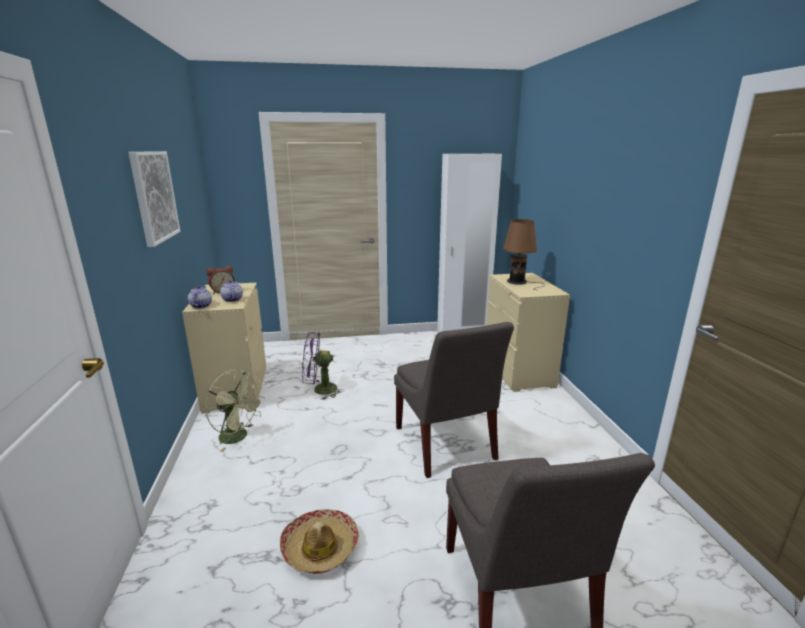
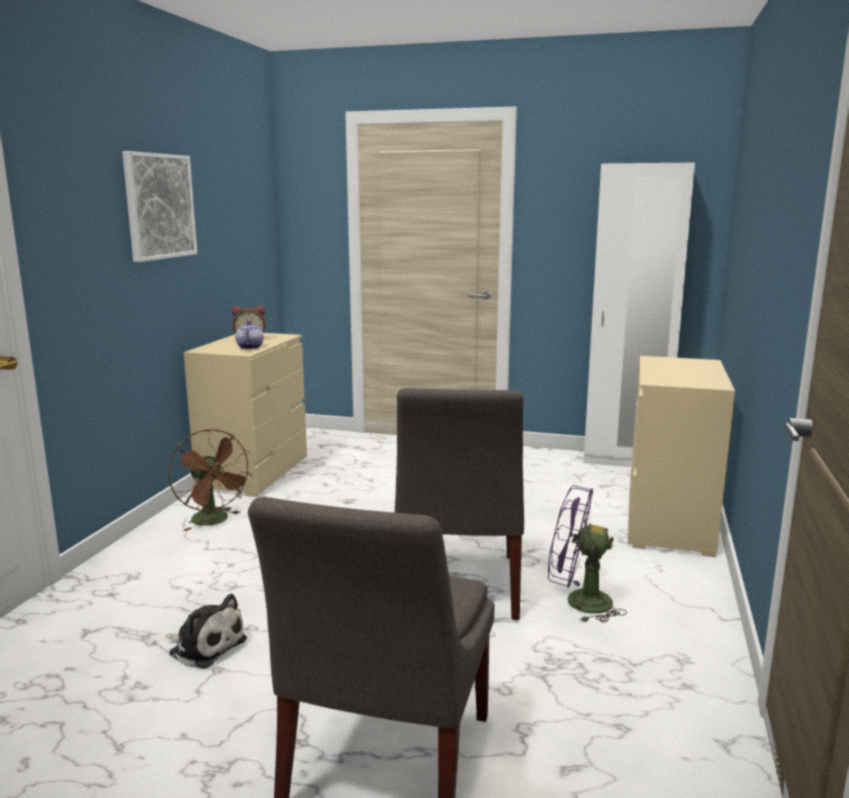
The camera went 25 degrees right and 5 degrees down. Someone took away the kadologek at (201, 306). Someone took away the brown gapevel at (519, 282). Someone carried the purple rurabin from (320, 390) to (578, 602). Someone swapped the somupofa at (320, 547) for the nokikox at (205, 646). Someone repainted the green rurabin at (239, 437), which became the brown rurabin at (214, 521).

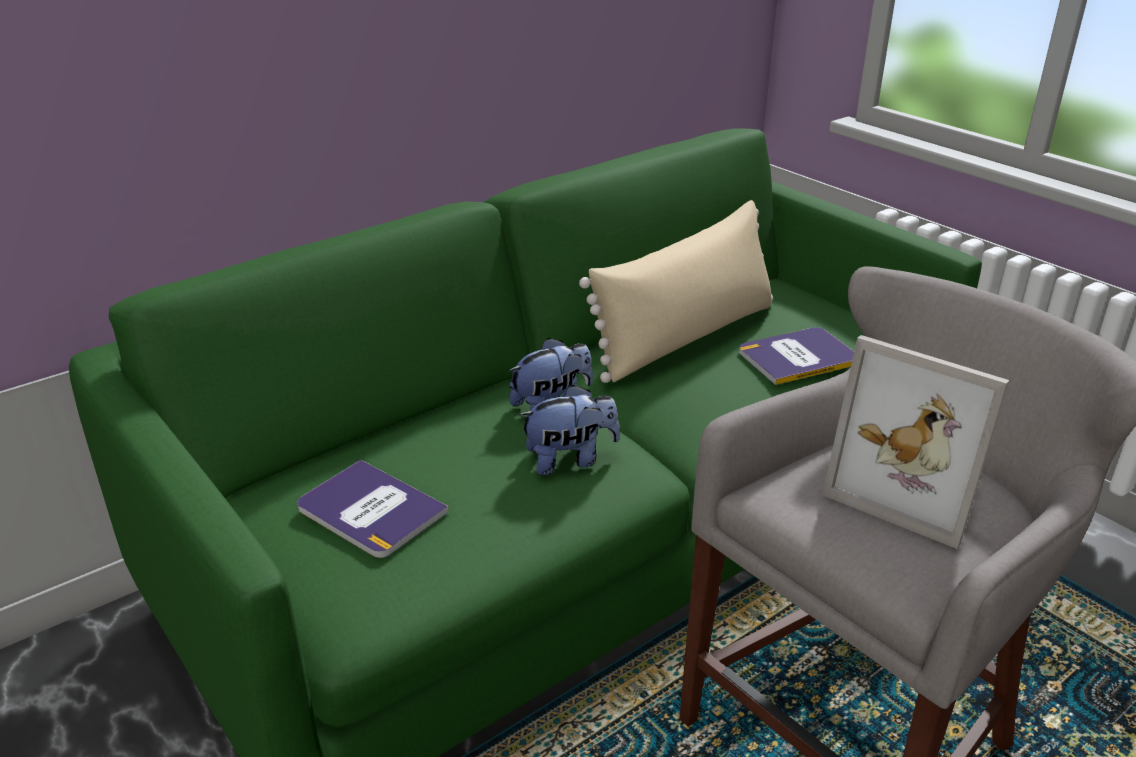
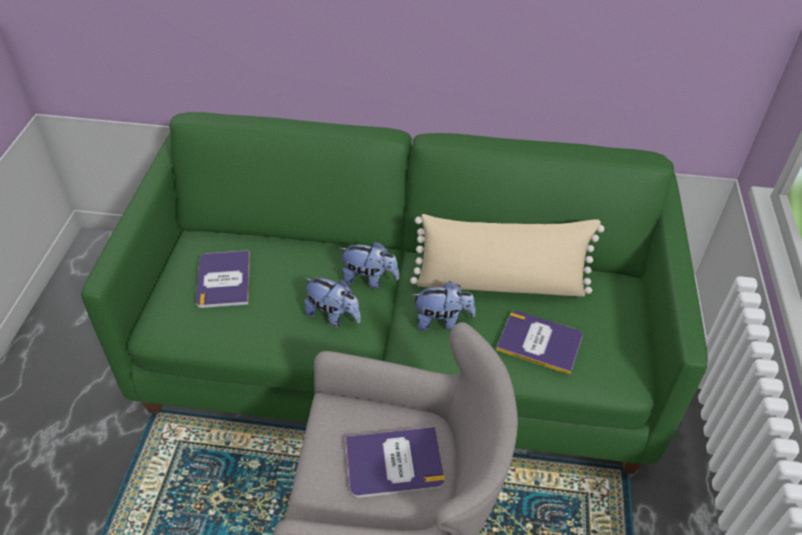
The camera went 45 degrees right and 15 degrees up. Someone put down the nokikox at (442, 321). Someone swapped the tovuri at (912, 488) for the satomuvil at (394, 463).

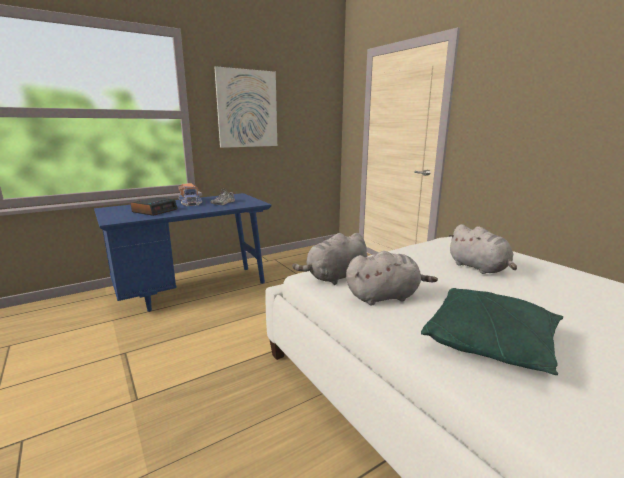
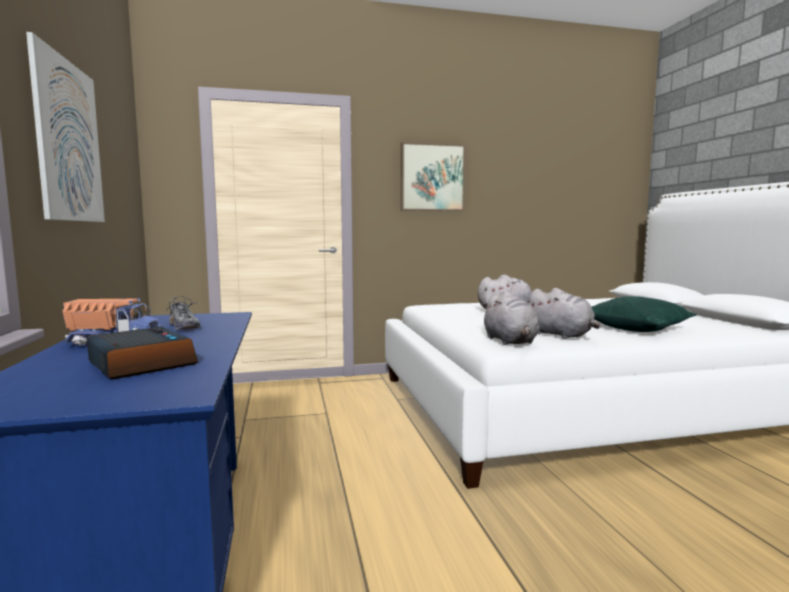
The camera went 70 degrees left and 10 degrees down. Someone put up the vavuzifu at (432, 177). Someone rotated the grey nokikox at (385, 297) by 135 degrees clockwise.

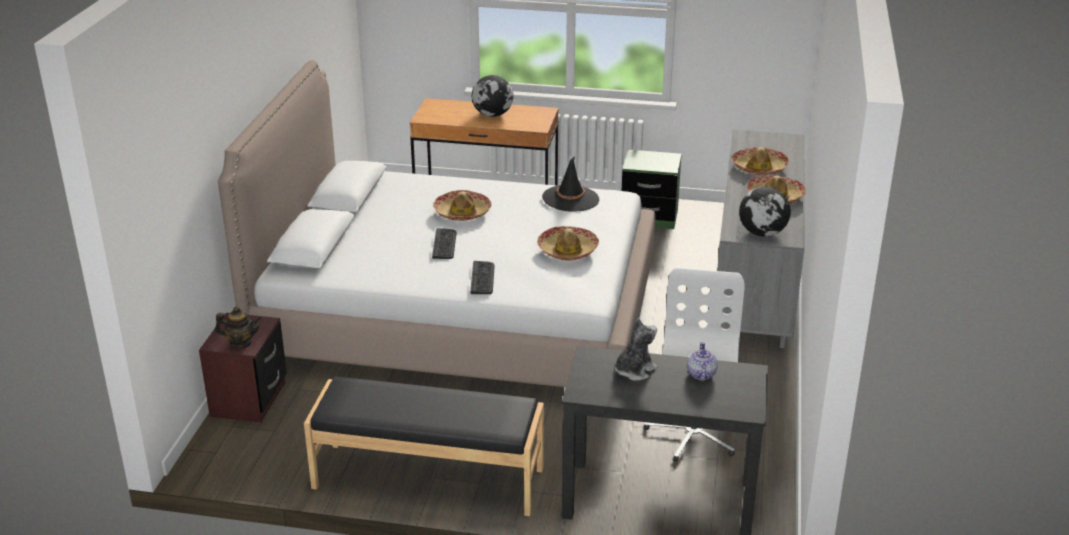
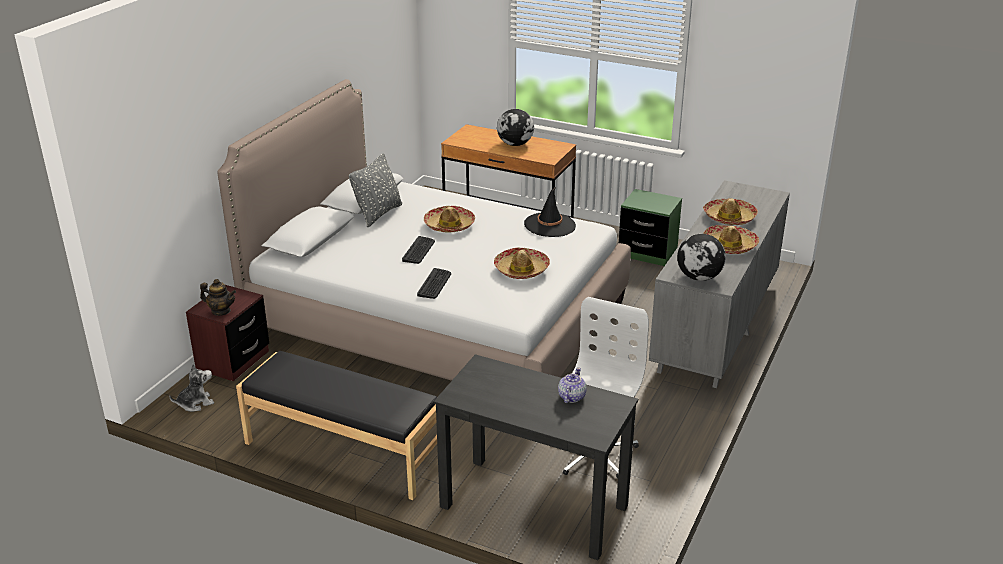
The camera went 15 degrees right and 0 degrees up. Someone put down the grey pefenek at (378, 214). Someone carried the nokikox from (634, 370) to (195, 403).

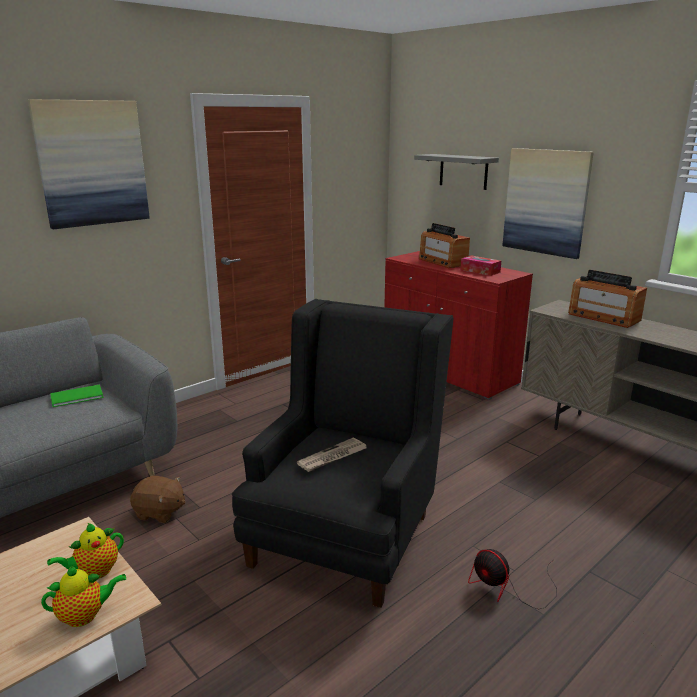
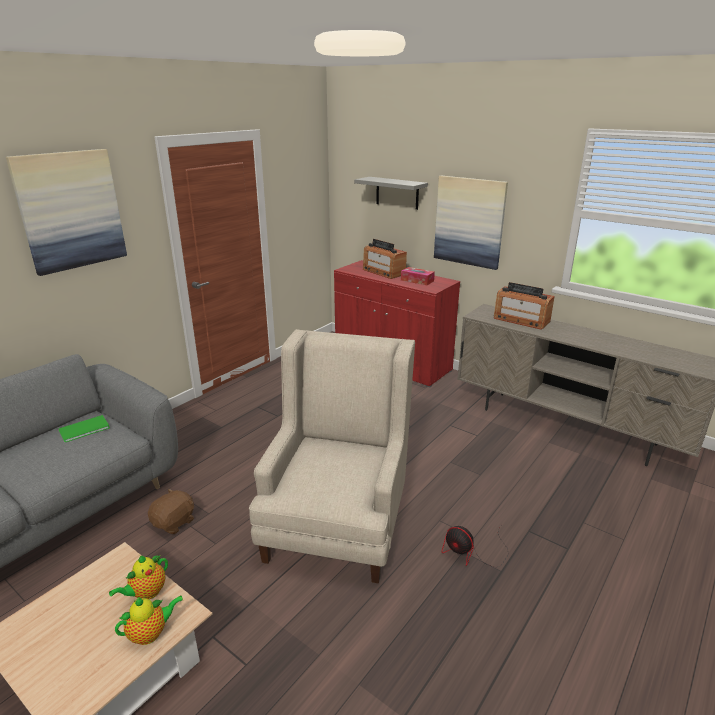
The camera went 10 degrees left and 5 degrees up. Someone took away the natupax at (332, 457). Someone repainted the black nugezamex at (347, 529), which became the beige nugezamex at (338, 519). Someone rotated the brown nokikox at (160, 512) by 60 degrees counterclockwise.

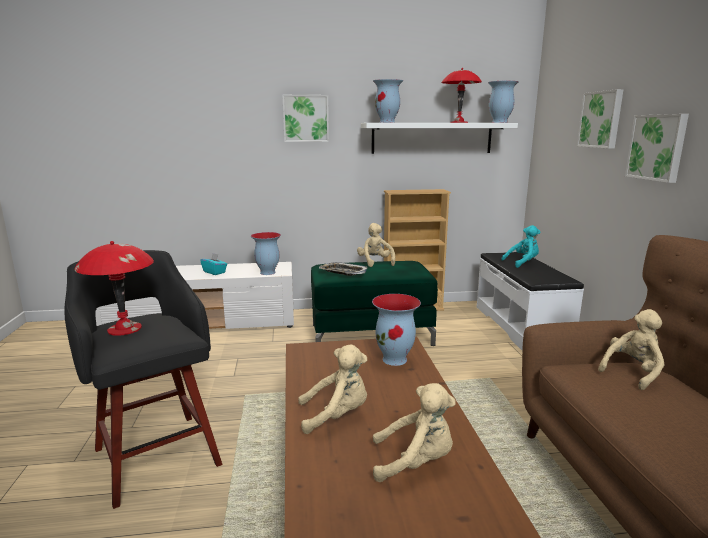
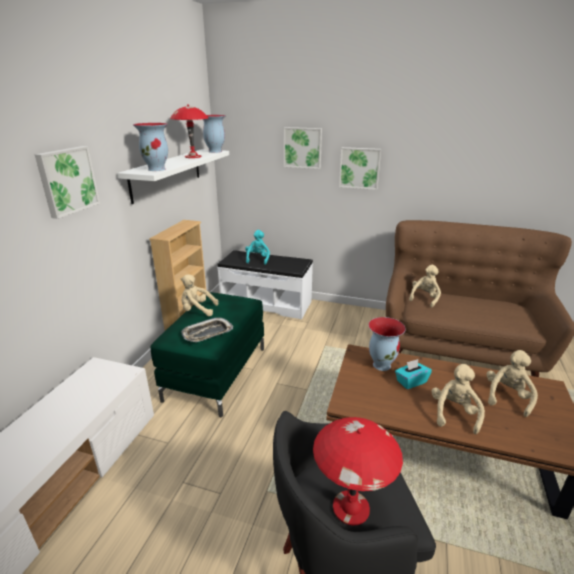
The camera went 65 degrees left and 10 degrees up. Someone took away the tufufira at (267, 272). Someone carried the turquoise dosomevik from (214, 272) to (411, 381). Someone rotated the beige nokikox at (632, 372) by 45 degrees clockwise.

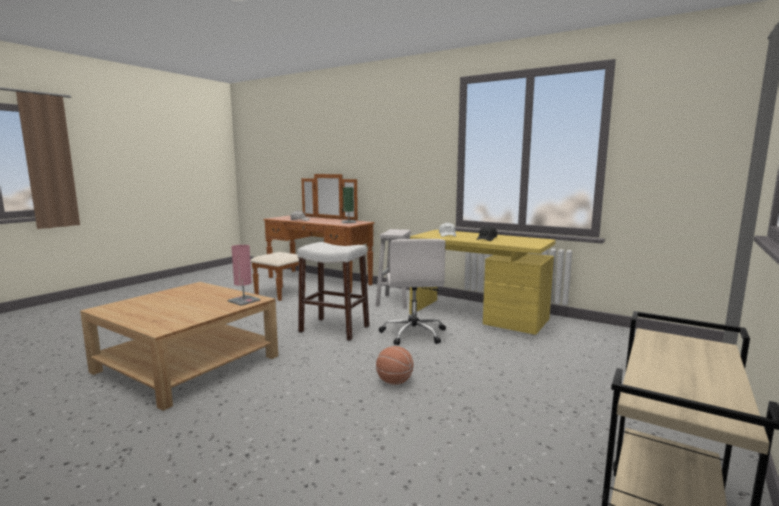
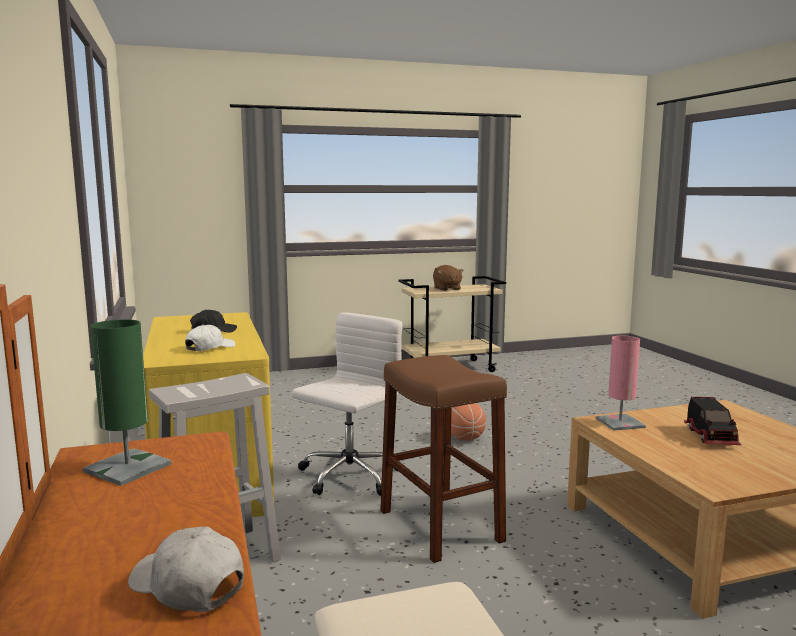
The camera went 140 degrees left and 0 degrees up. Someone put down the brown nokikox at (446, 289). Someone put down the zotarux at (711, 437). Someone repainted the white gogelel at (334, 329), which became the brown gogelel at (440, 525).

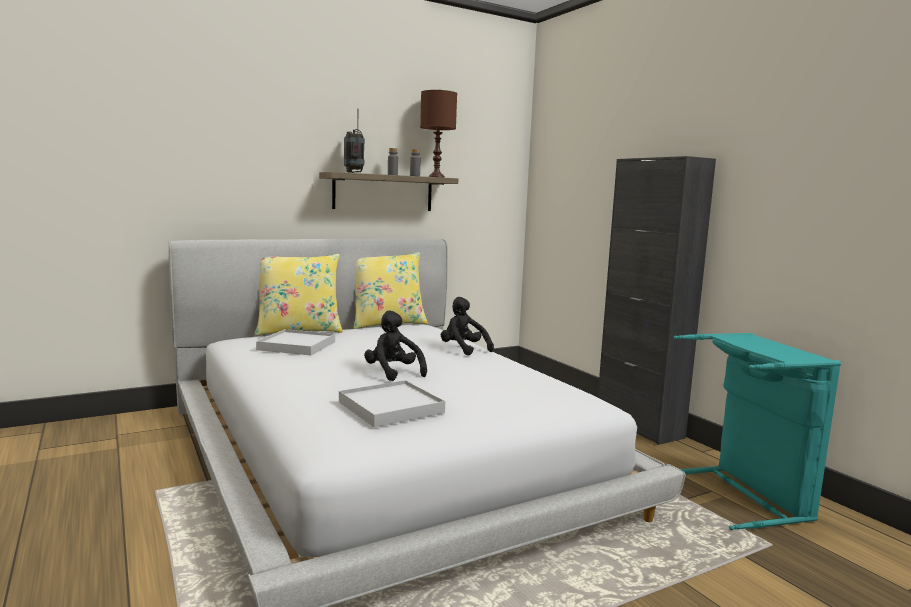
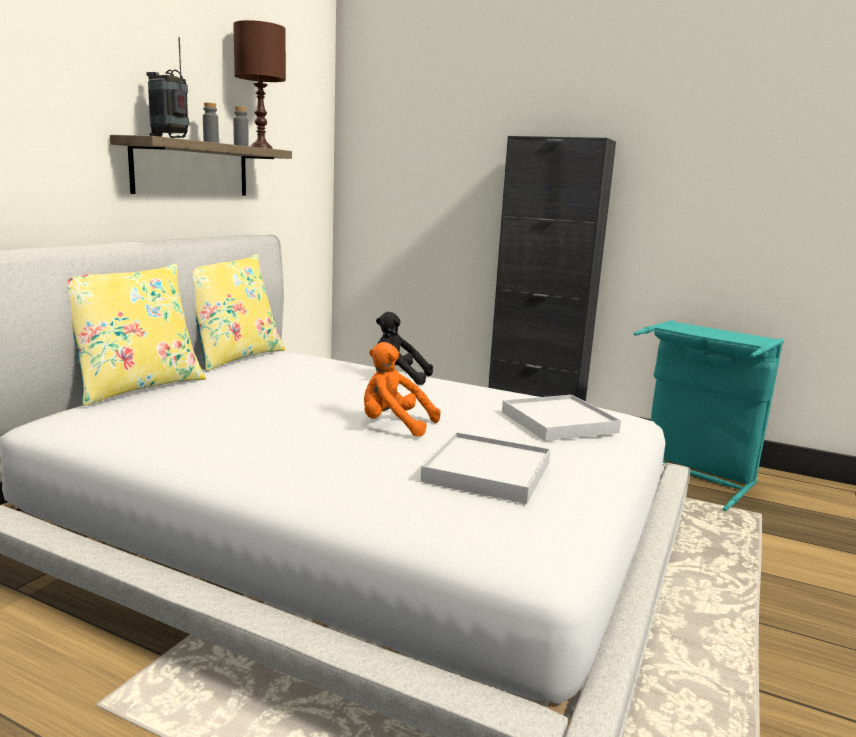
The camera went 35 degrees left and 5 degrees up. Someone carried the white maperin from (297, 346) to (559, 422). Someone repainted the black nokikox at (393, 373), which became the orange nokikox at (393, 425).

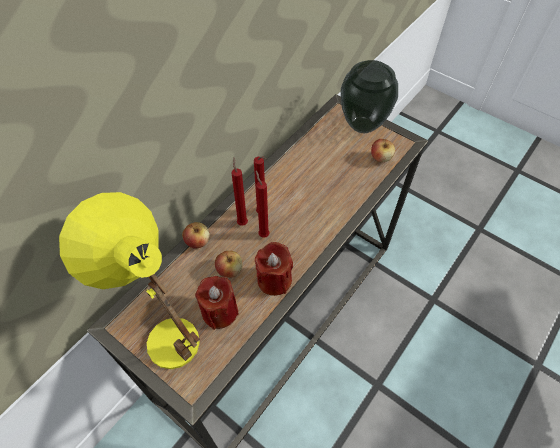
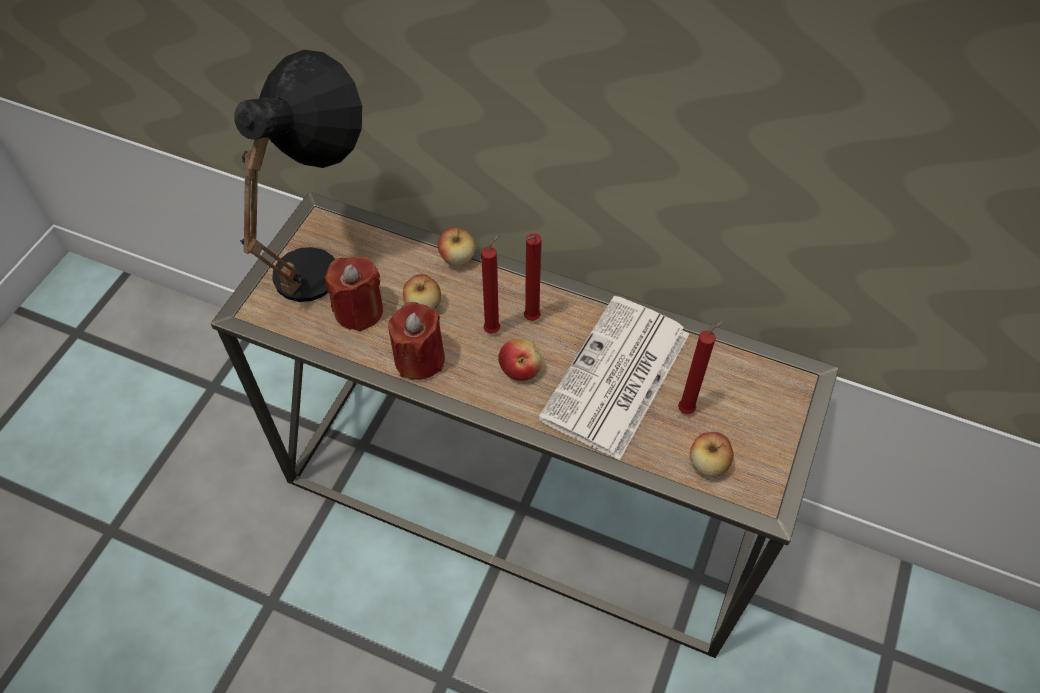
The camera went 75 degrees right and 0 degrees up. Someone took away the tufufira at (363, 125). Someone put down the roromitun at (520, 368). Someone put down the natupax at (616, 378). Someone carried the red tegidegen from (242, 222) to (688, 409). Someone repainted the yellow gapevel at (163, 328), which became the black gapevel at (324, 260).

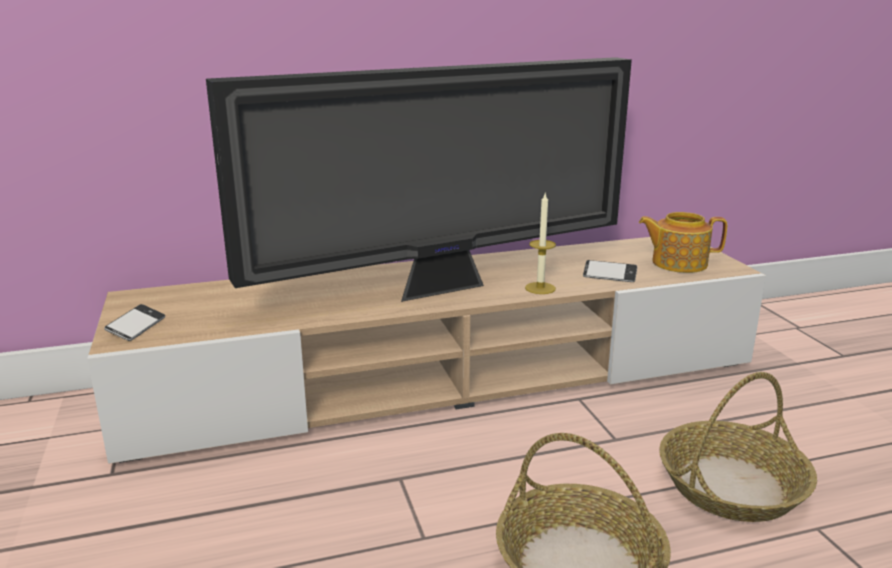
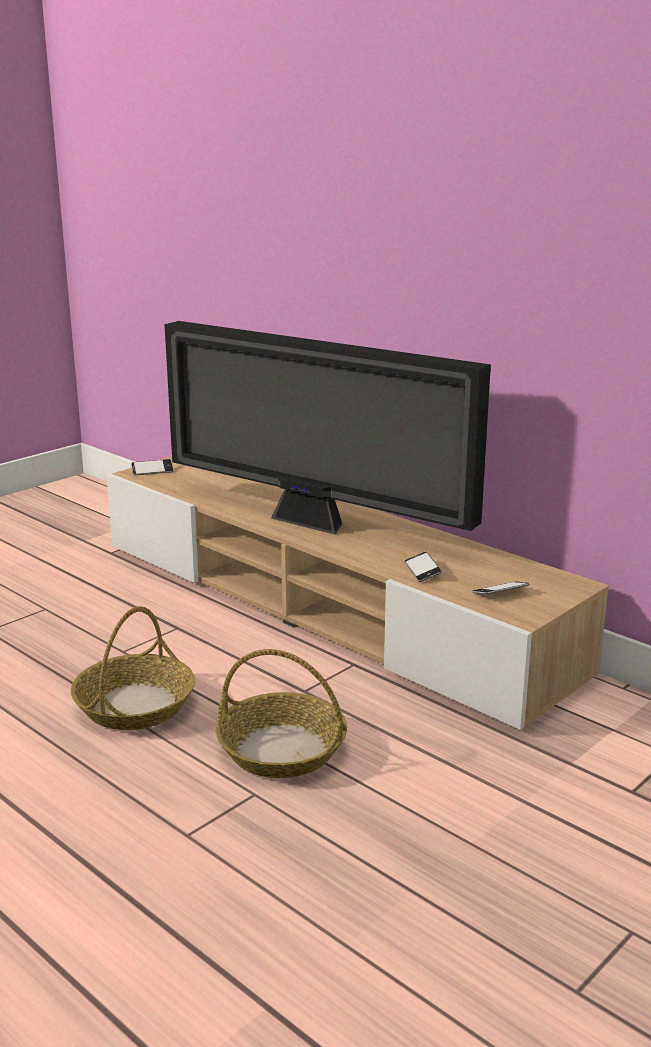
The camera went 60 degrees right and 0 degrees up. Someone took away the tegidegen at (540, 288). Someone swapped the kadologek at (678, 263) for the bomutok at (500, 592).

